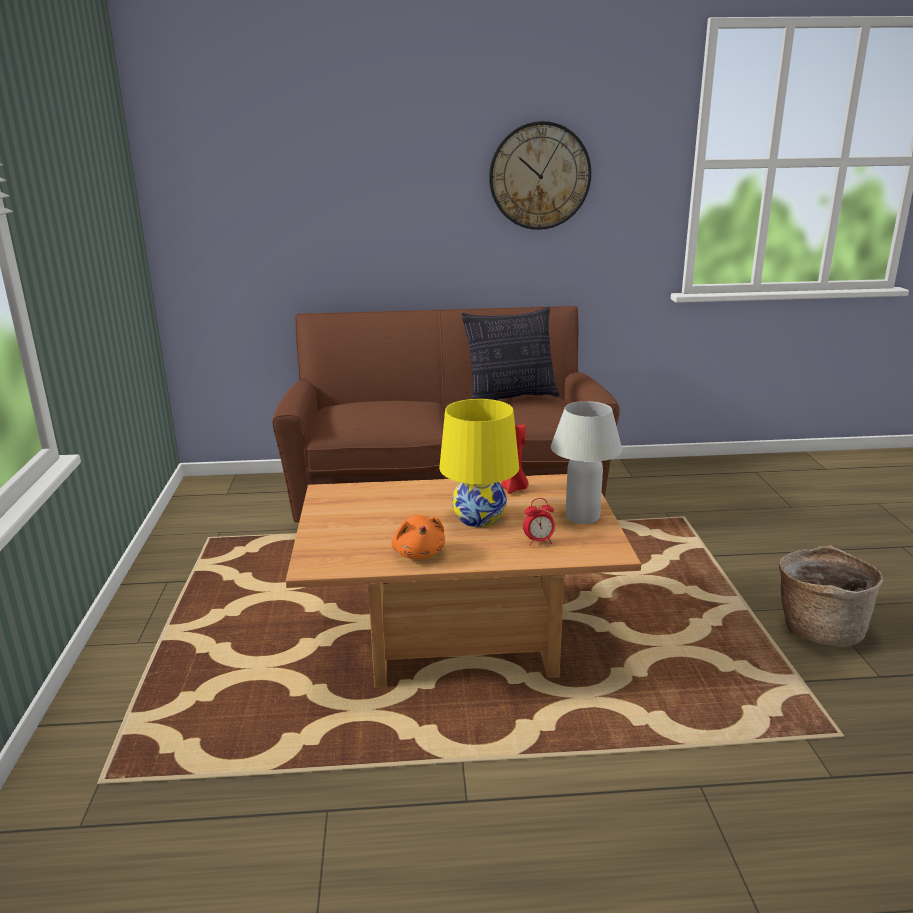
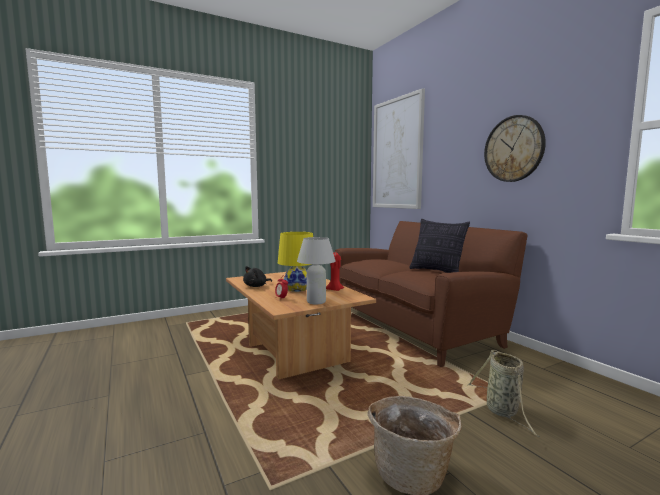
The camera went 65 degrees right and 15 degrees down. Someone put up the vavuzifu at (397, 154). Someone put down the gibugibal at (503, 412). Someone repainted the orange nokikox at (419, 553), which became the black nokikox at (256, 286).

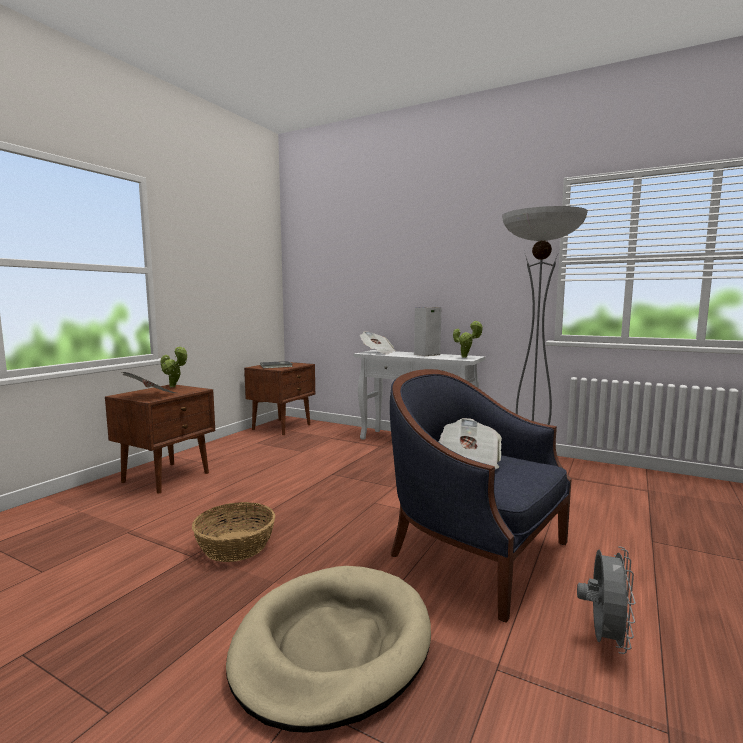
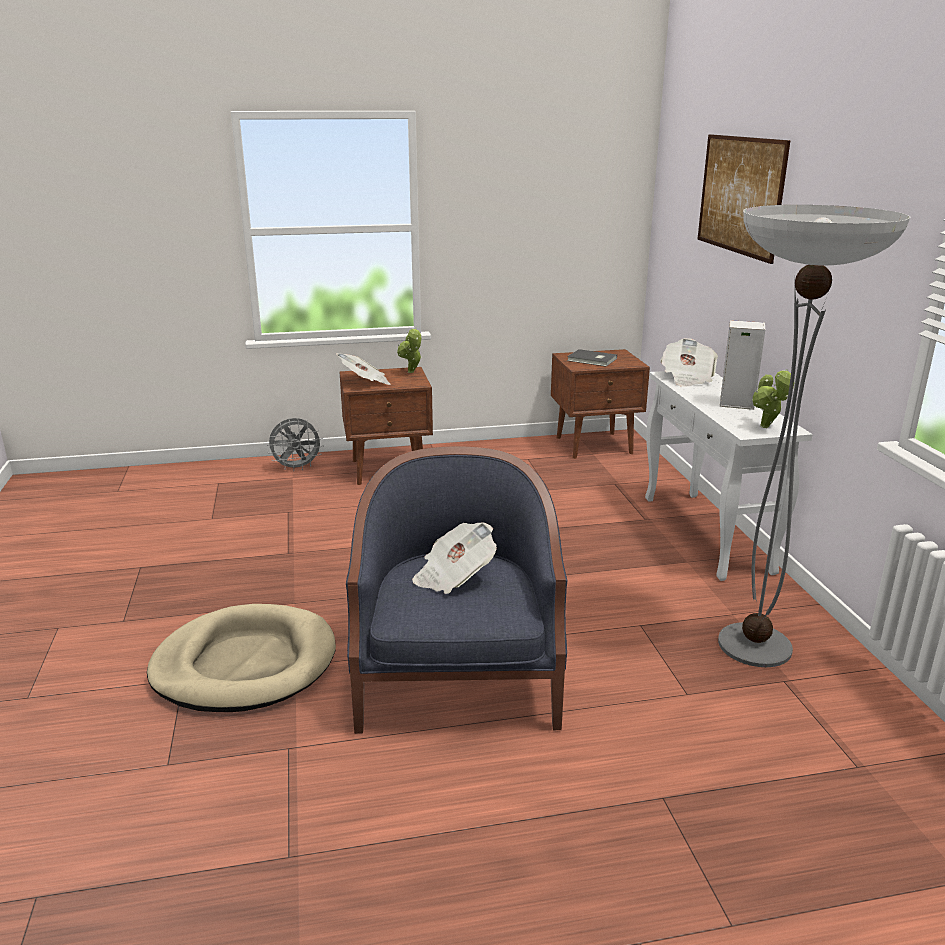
The camera went 50 degrees right and 15 degrees up. Someone took away the gibugibal at (235, 546). Someone put up the vavuzifu at (740, 195). Someone carried the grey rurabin from (604, 639) to (297, 468).

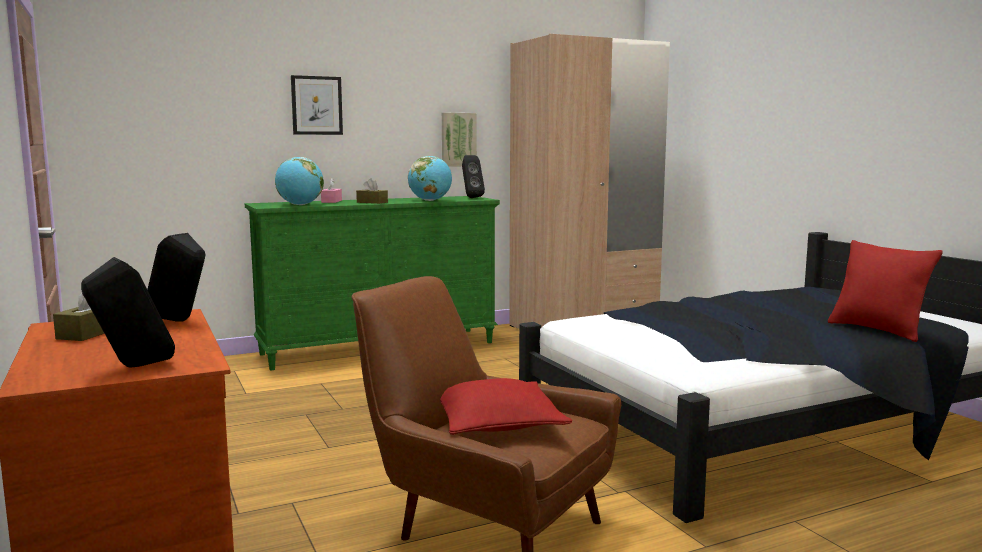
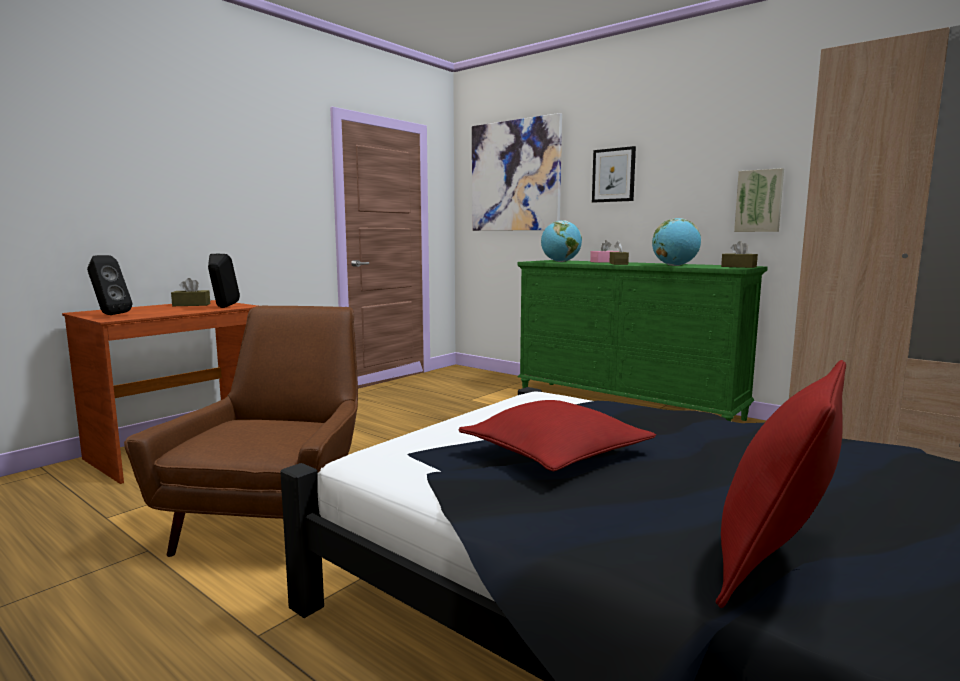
The camera went 65 degrees right and 0 degrees up. Someone put up the vavuzifu at (515, 176). Someone carried the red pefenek from (497, 423) to (555, 453). Someone swapped the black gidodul at (471, 198) for the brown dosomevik at (738, 267).

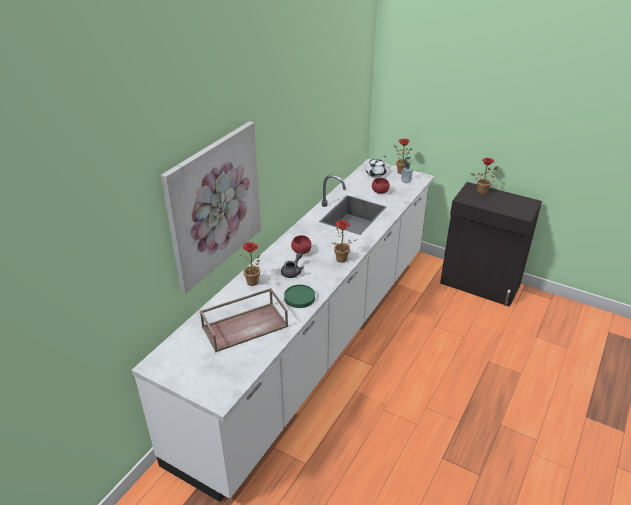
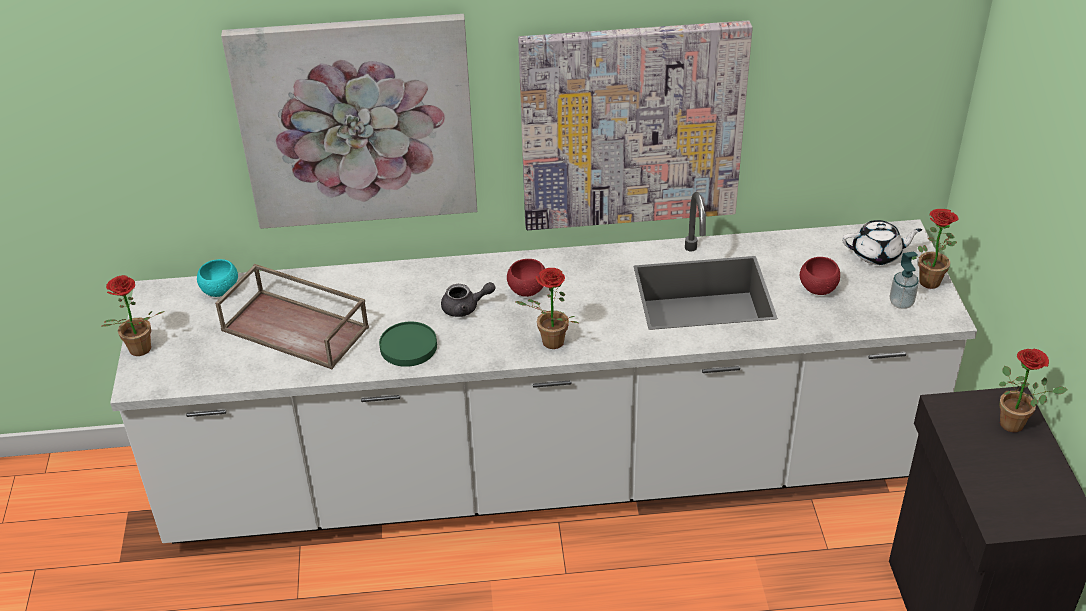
The camera went 55 degrees right and 5 degrees up. Someone put down the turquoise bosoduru at (220, 290). Someone put up the vavuzifu at (631, 126). Someone carried the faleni from (254, 283) to (138, 352).

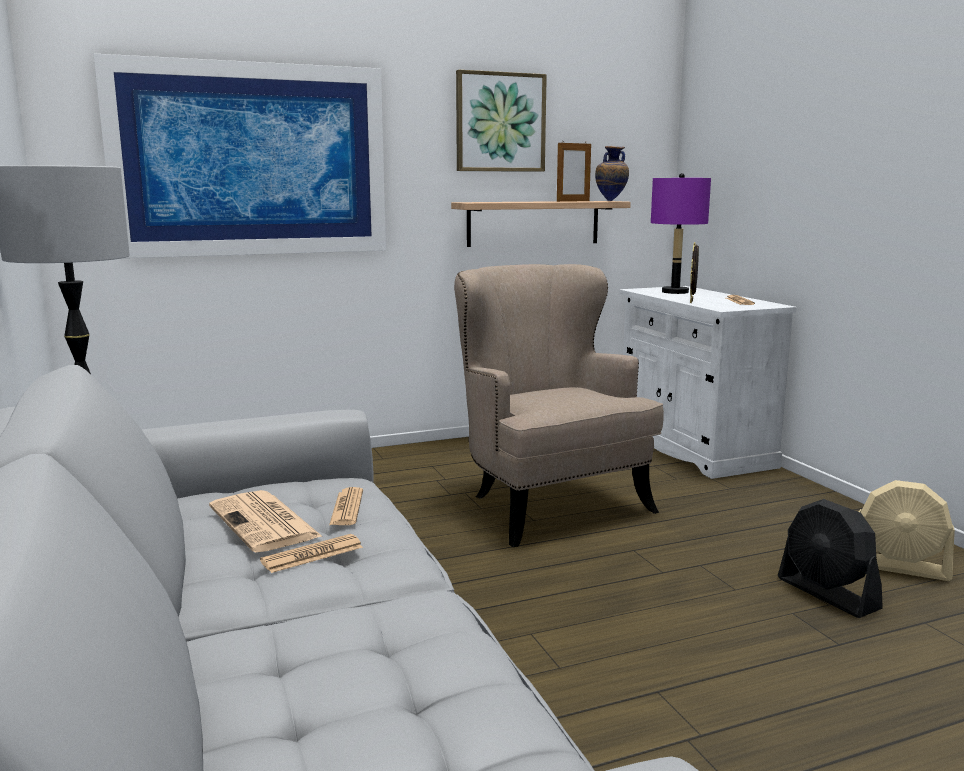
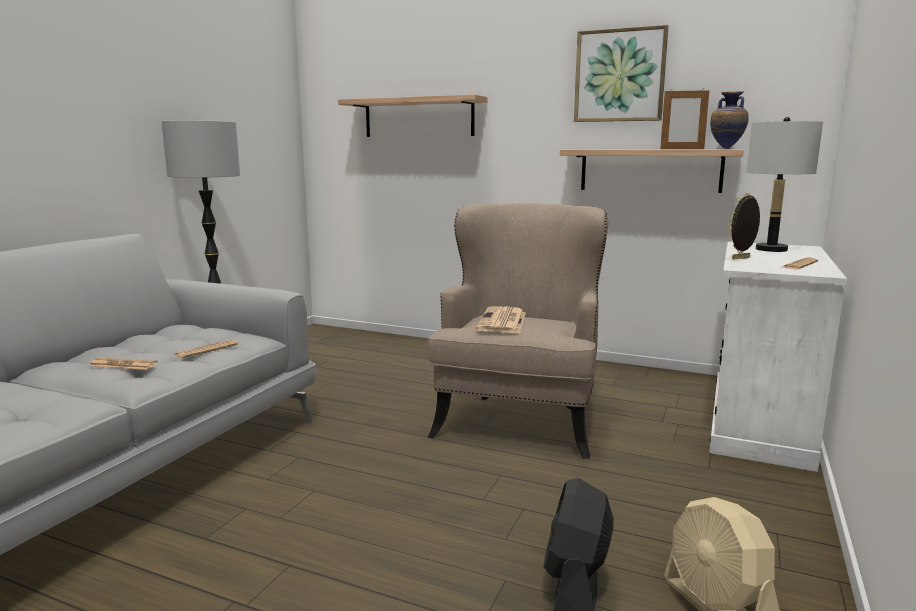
The camera went 45 degrees right and 0 degrees up. Someone carried the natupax from (265, 522) to (502, 321). Someone swapped the vavuzifu at (251, 160) for the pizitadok at (418, 118). Someone repainted the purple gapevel at (675, 292), which became the grey gapevel at (771, 249).

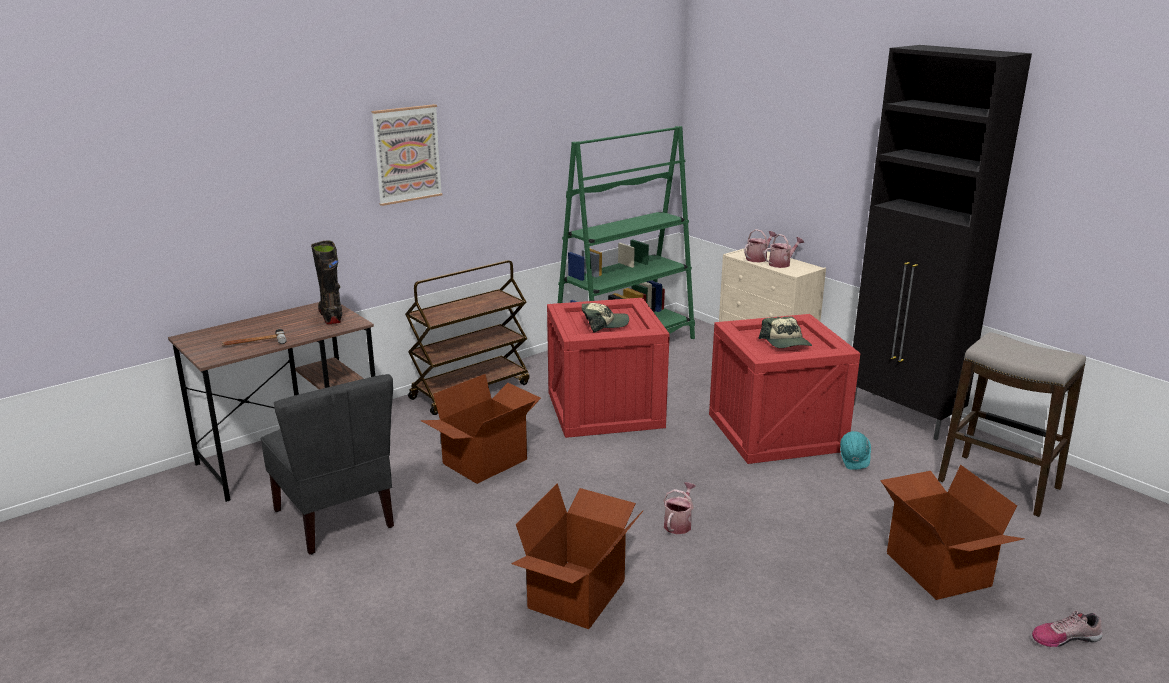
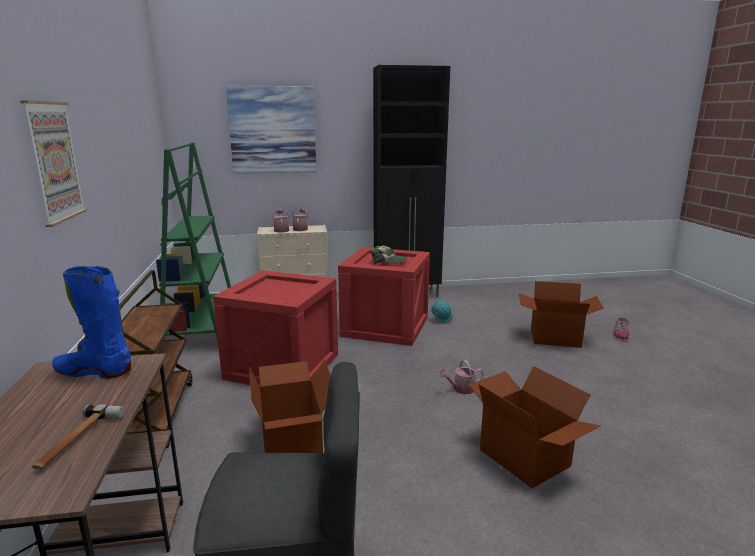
The camera went 60 degrees left and 5 degrees down. Someone took away the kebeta at (604, 324). Someone took away the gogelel at (998, 485). Someone put up the vavuzifu at (273, 130). Someone repainted the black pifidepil at (331, 316), which became the blue pifidepil at (94, 372). Someone rotated the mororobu at (679, 523) by 75 degrees counterclockwise.

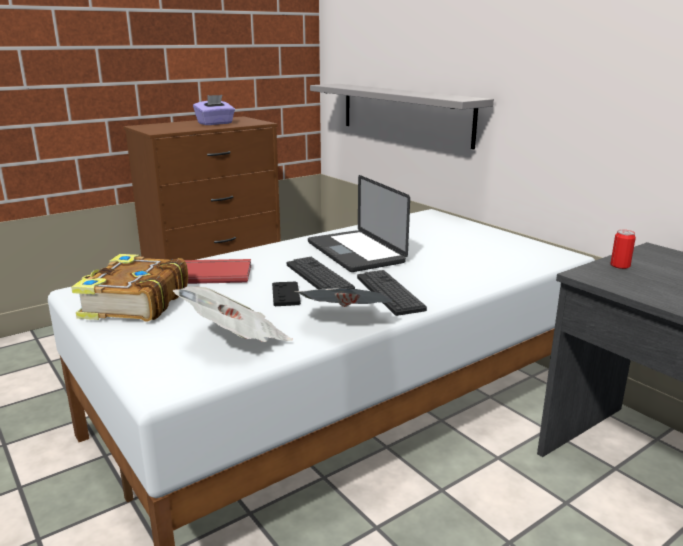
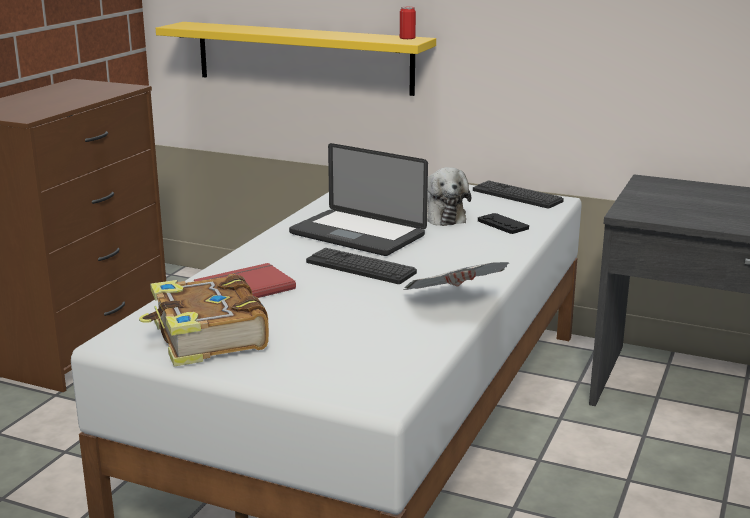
The camera went 30 degrees left and 0 degrees up. Someone took away the natupax at (237, 341). Someone took away the purple dosomevik at (215, 123). Someone put down the nokikox at (440, 216). Someone carried the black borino from (286, 295) to (503, 225). Someone carried the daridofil from (389, 293) to (517, 196). Someone carried the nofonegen from (620, 265) to (407, 38). Someone repainted the grey pizitadok at (404, 113), which became the yellow pizitadok at (303, 57).

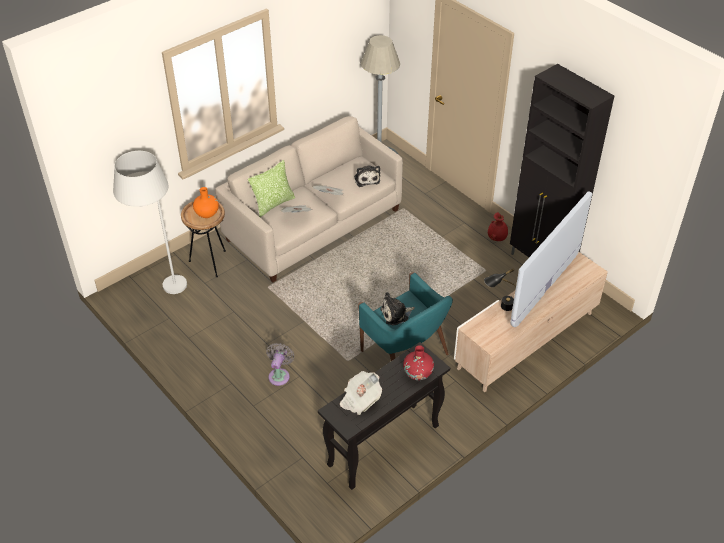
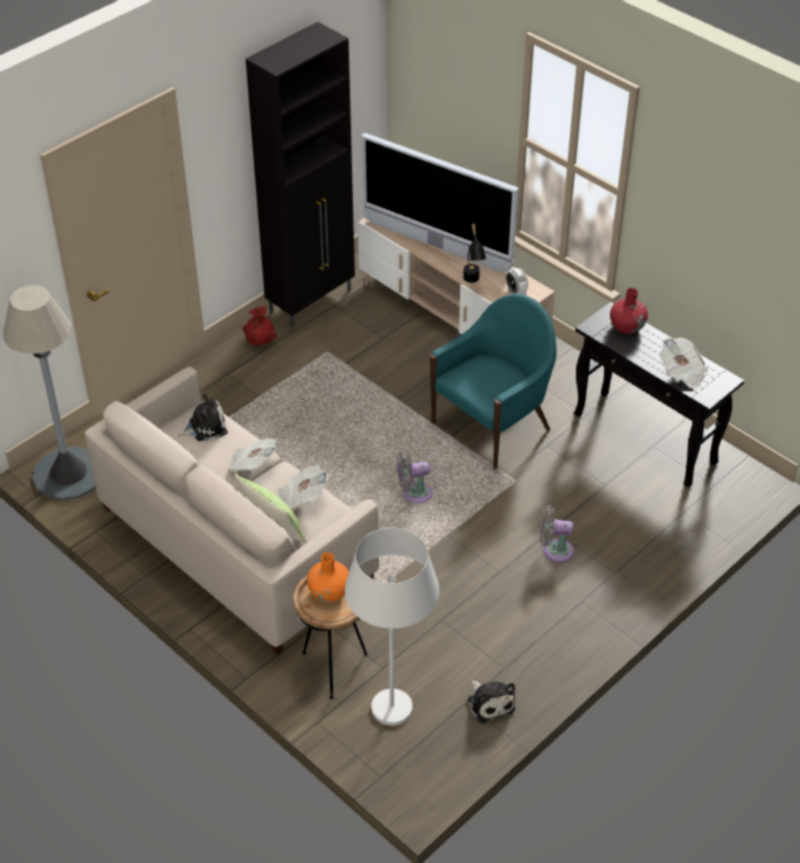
The camera went 95 degrees left and 0 degrees up. Someone put down the grey rurabin at (414, 493). Someone put down the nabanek at (516, 293). Someone carried the nokikox from (396, 314) to (490, 702).

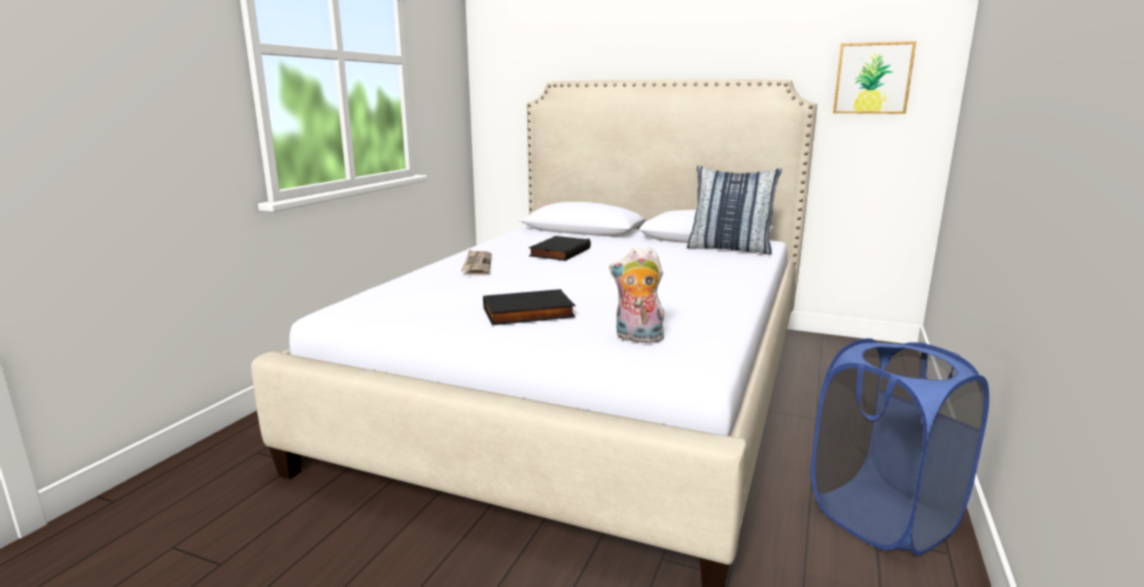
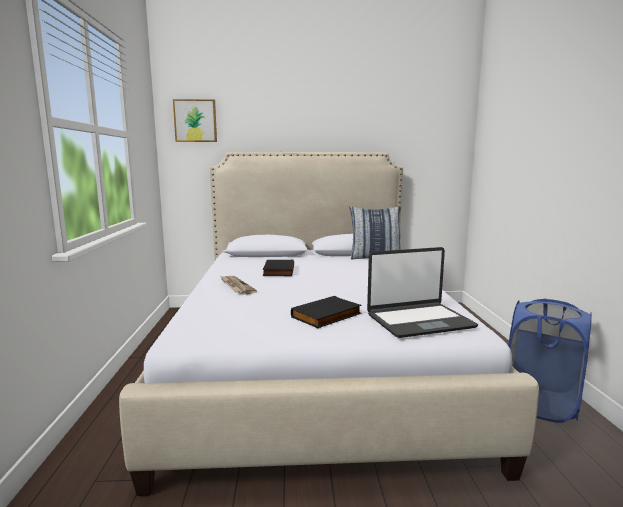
The camera went 25 degrees left and 5 degrees down. Someone carried the vavuzifu from (872, 78) to (195, 121). Someone swapped the nokikox at (637, 338) for the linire at (419, 321).

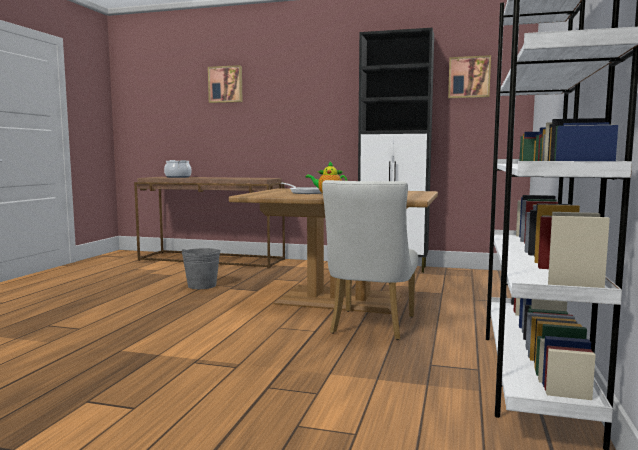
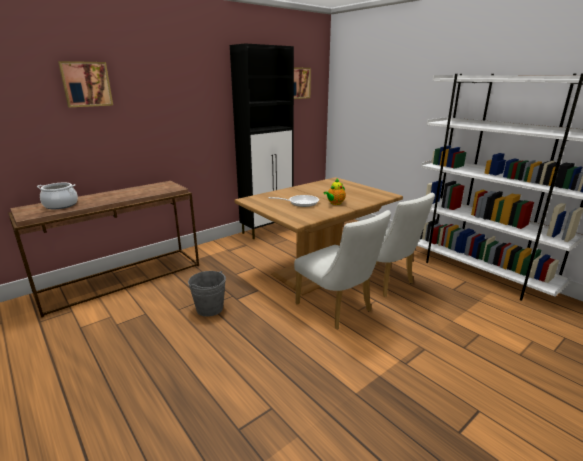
The camera went 55 degrees left and 15 degrees up. Someone put down the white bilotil at (337, 309).

